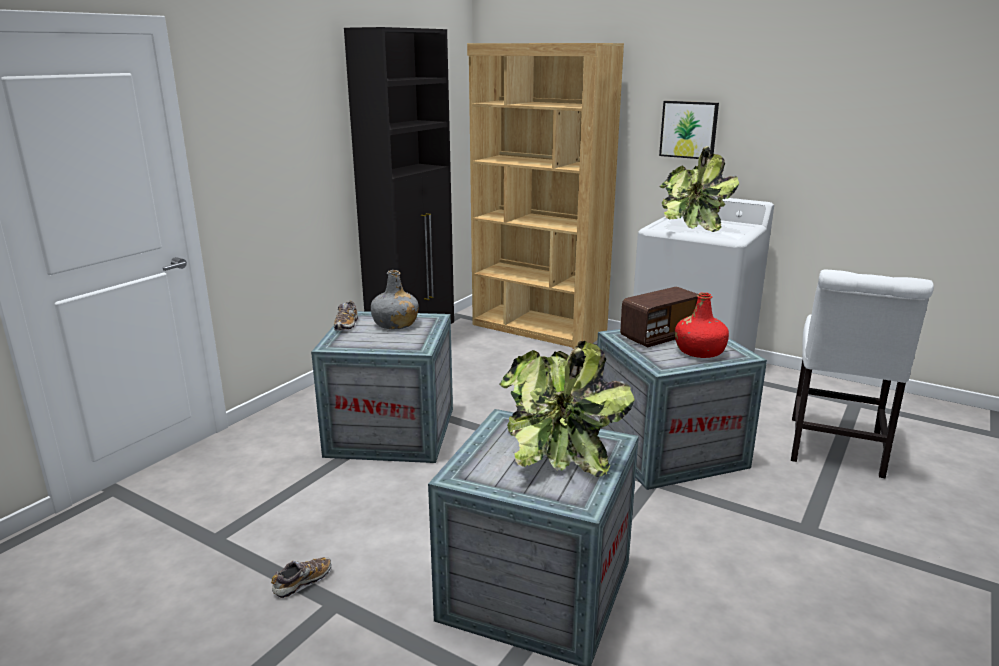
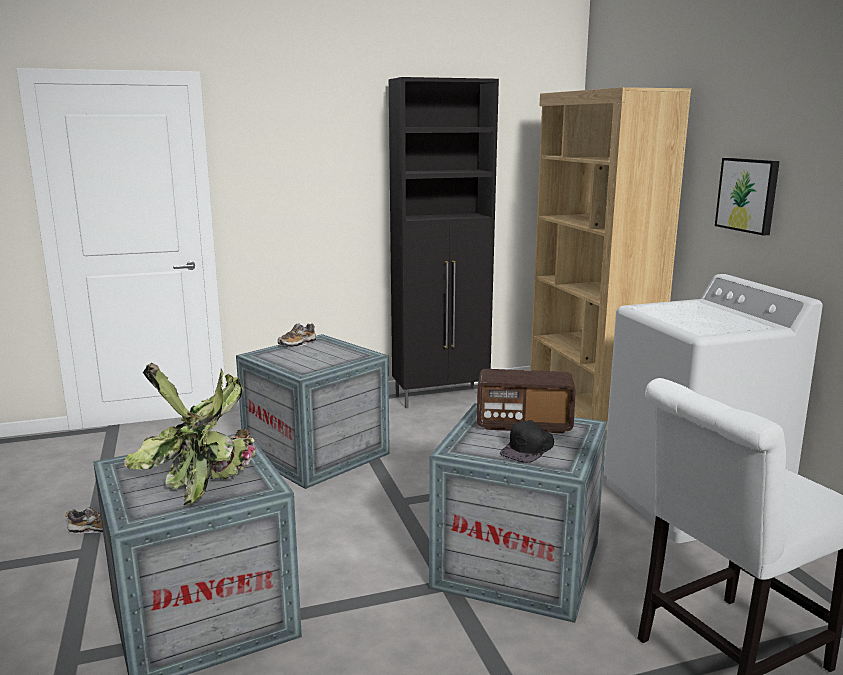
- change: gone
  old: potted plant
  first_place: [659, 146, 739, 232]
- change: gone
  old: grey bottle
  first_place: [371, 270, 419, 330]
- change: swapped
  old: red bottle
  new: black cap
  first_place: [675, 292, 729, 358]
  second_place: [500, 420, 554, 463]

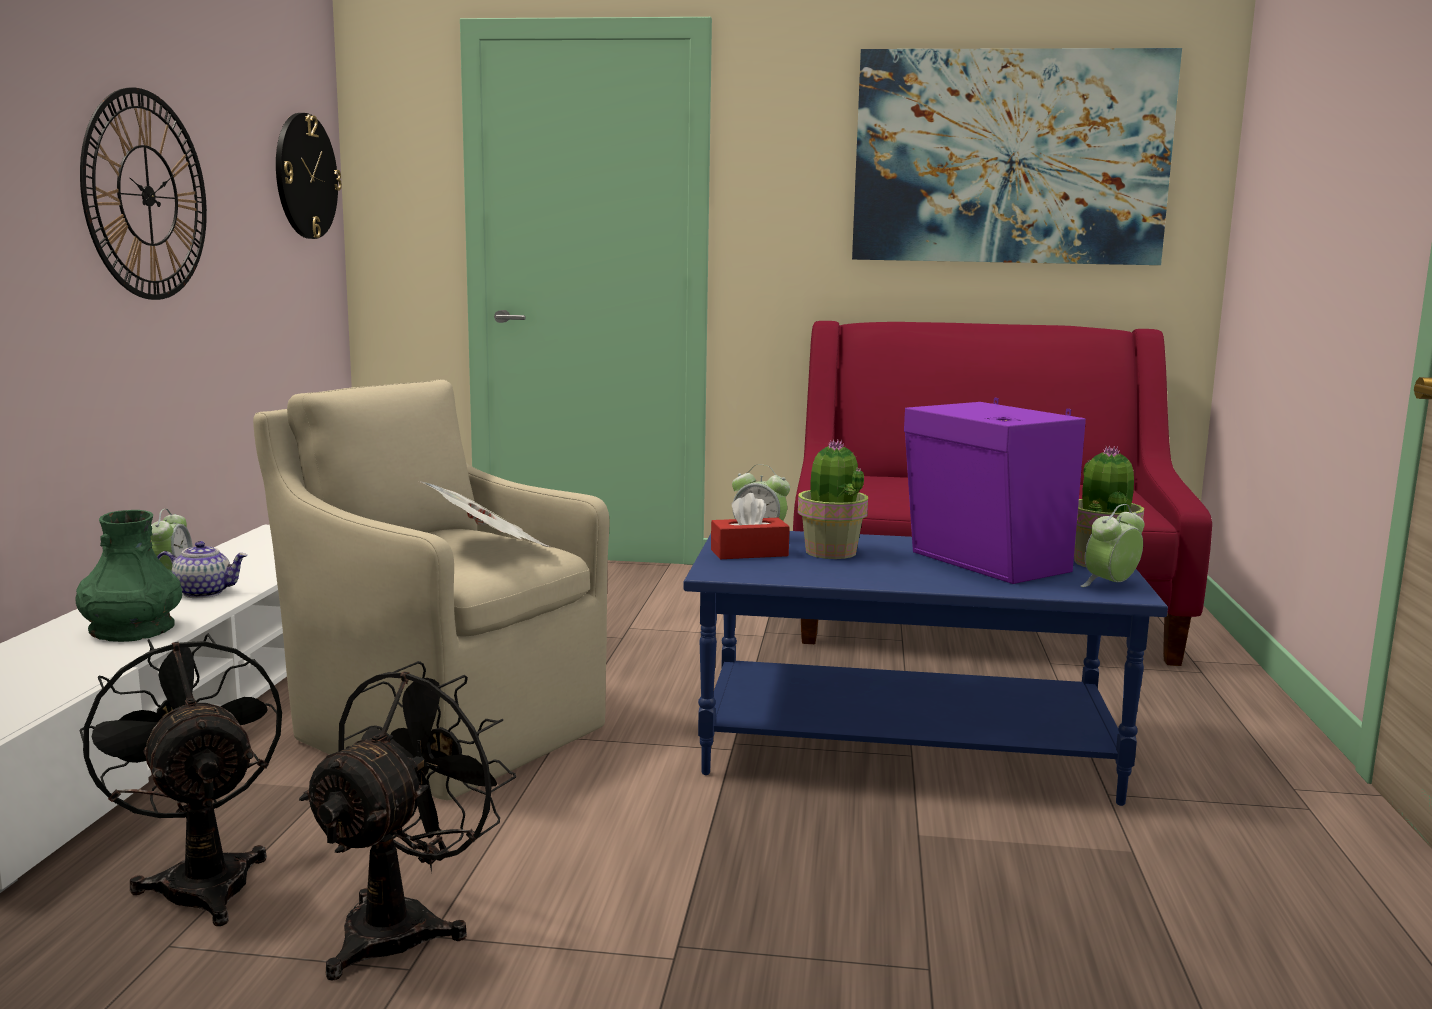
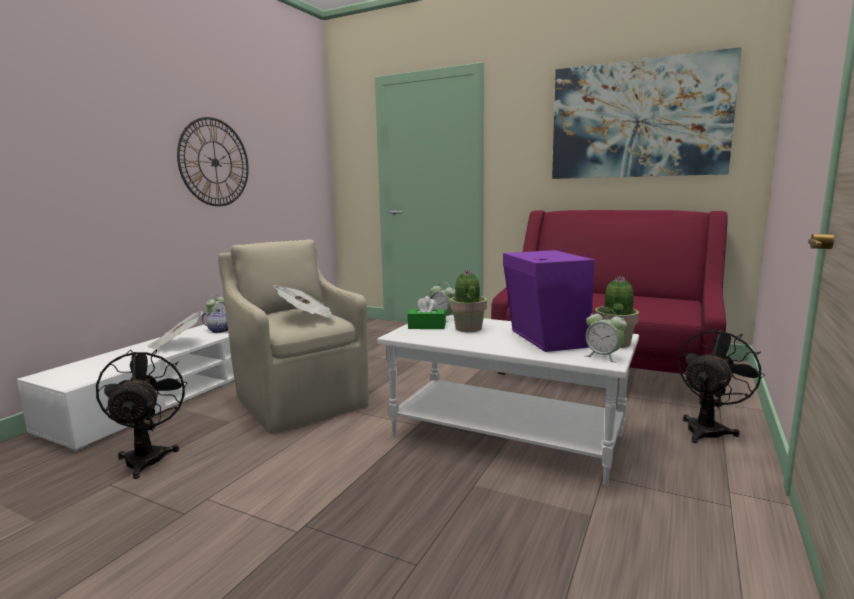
- change: gone
  old: wall clock
  first_place: [276, 113, 342, 239]
- change: repainted
  old: red tissue box
  new: green tissue box
  first_place: [711, 493, 790, 559]
  second_place: [407, 296, 446, 329]
- change: rotated
  old: alarm clock
  first_place: [1081, 504, 1144, 587]
  second_place: [584, 309, 627, 363]
  degrees: -120
- change: swapped
  old: green vase
  new: newspaper
  first_place: [76, 510, 182, 642]
  second_place: [147, 311, 204, 350]
- change: repainted
  old: blue coffee table
  new: white coffee table
  first_place: [684, 531, 1168, 806]
  second_place: [377, 315, 639, 486]
- change: shifted
  old: black fan
  first_place: [299, 661, 516, 981]
  second_place: [678, 328, 765, 443]

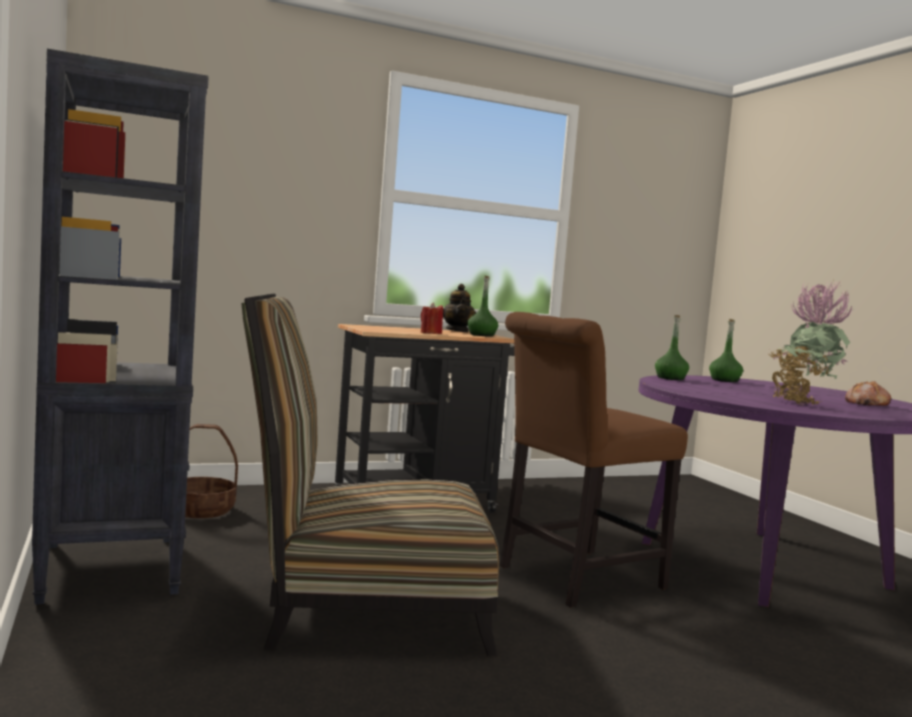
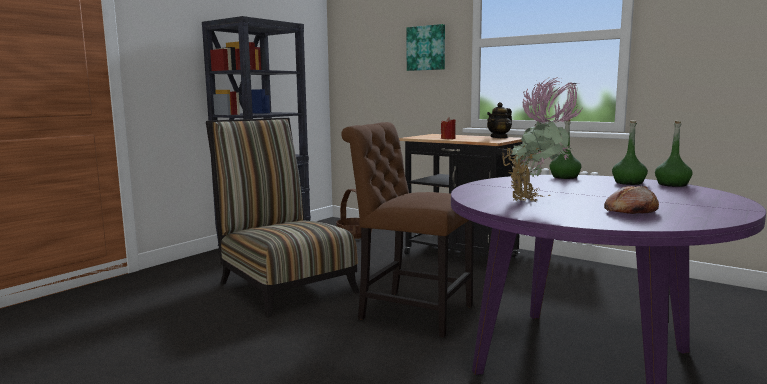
- change: shifted
  old: green bottle
  first_place: [467, 275, 498, 337]
  second_place: [655, 121, 693, 187]
- change: new
  new: picture
  second_place: [407, 24, 445, 71]

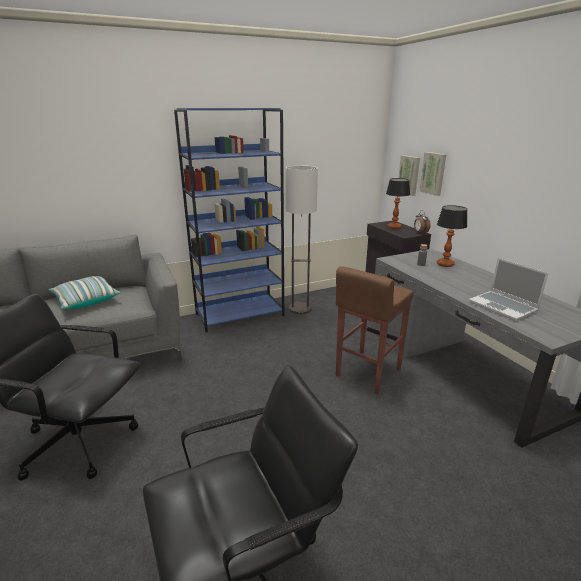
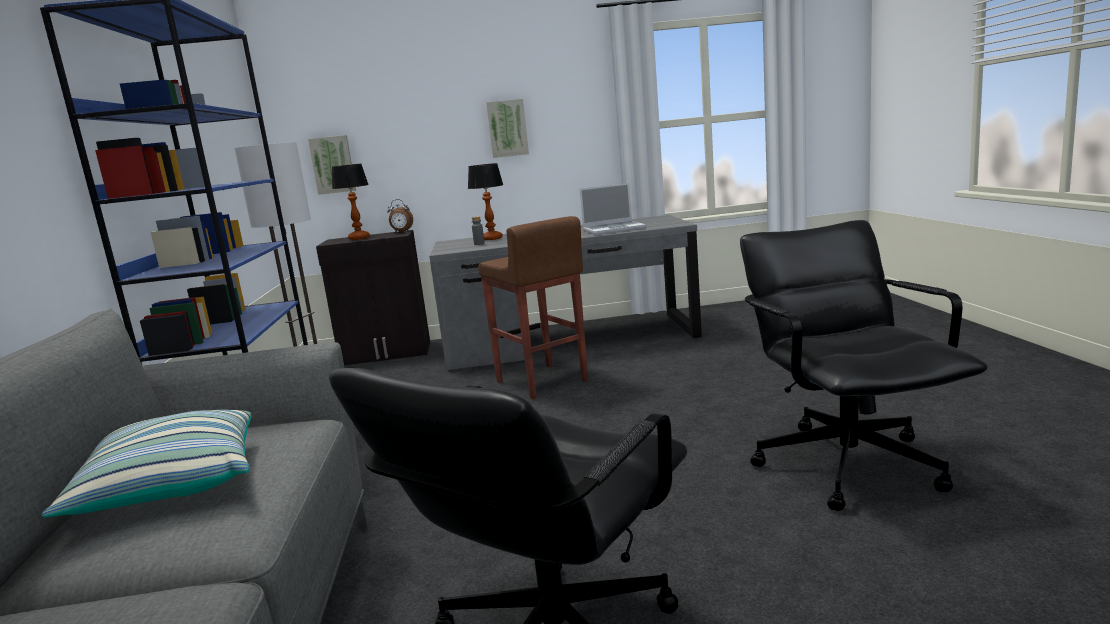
- change: shifted
  old: picture
  first_place: [419, 152, 446, 196]
  second_place: [486, 99, 529, 158]

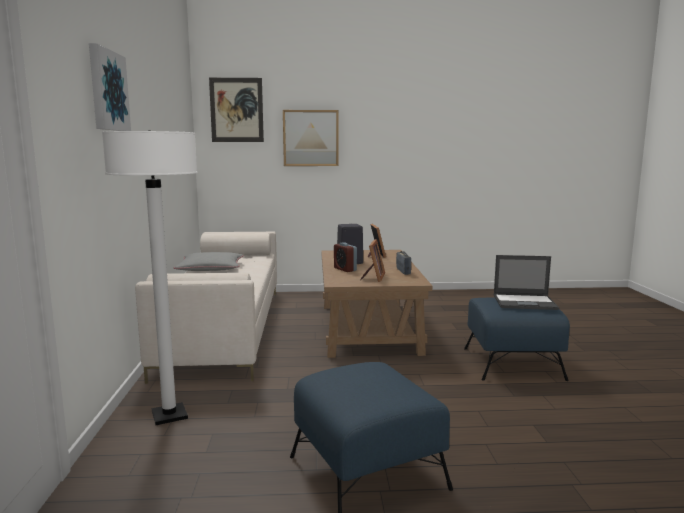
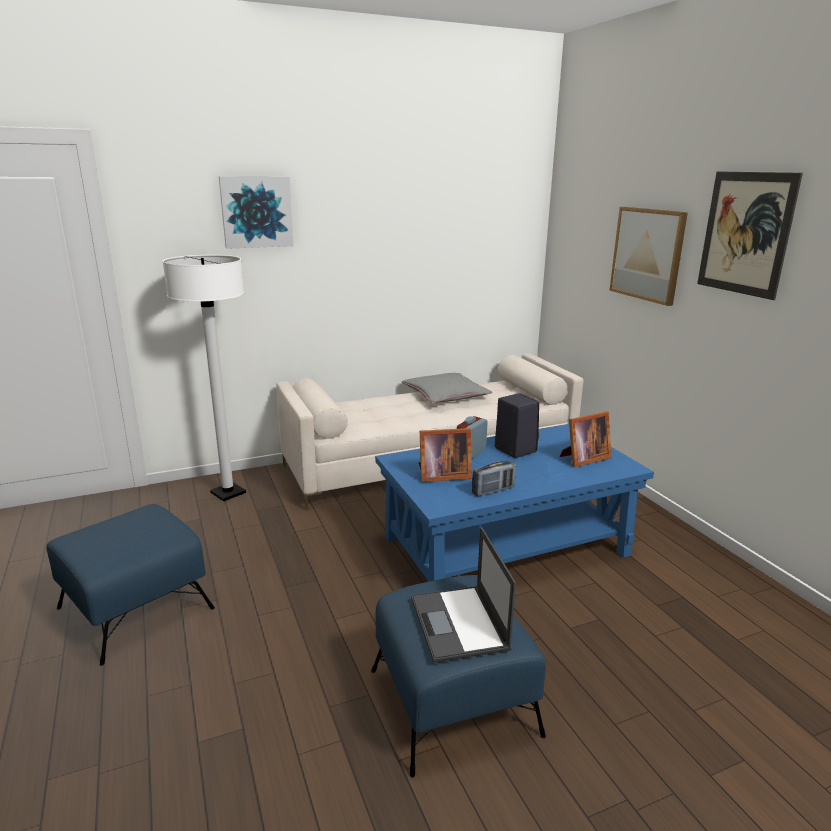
- change: shifted
  old: picture
  first_place: [209, 78, 264, 142]
  second_place: [697, 171, 803, 300]
- change: repainted
  old: brown coffee table
  new: blue coffee table
  first_place: [321, 250, 432, 358]
  second_place: [375, 424, 654, 582]

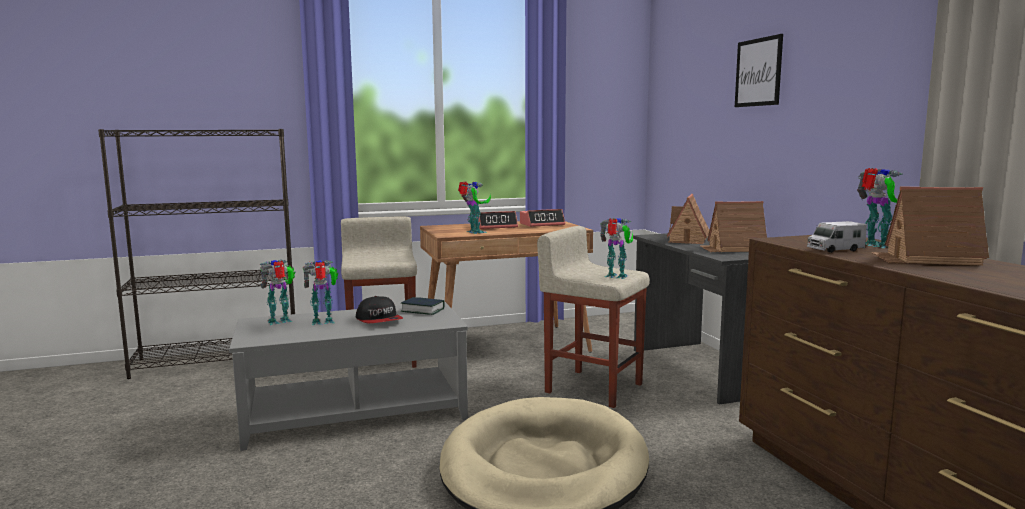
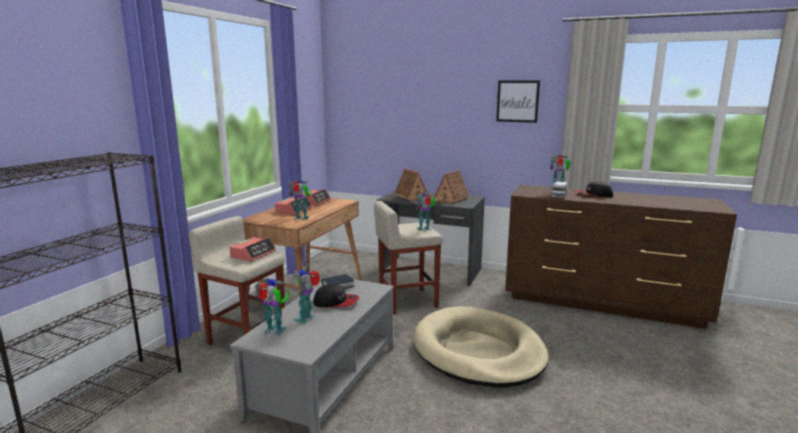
- change: shifted
  old: picture
  first_place: [735, 34, 783, 107]
  second_place: [496, 81, 540, 123]
- change: swapped
  old: toy house
  new: cap
  first_place: [871, 186, 989, 266]
  second_place: [576, 181, 613, 197]
- change: rotated
  old: toy robot
  first_place: [260, 259, 295, 325]
  second_place: [255, 278, 289, 336]
  degrees: 105
- change: new
  new: alarm clock
  second_place: [229, 237, 276, 261]

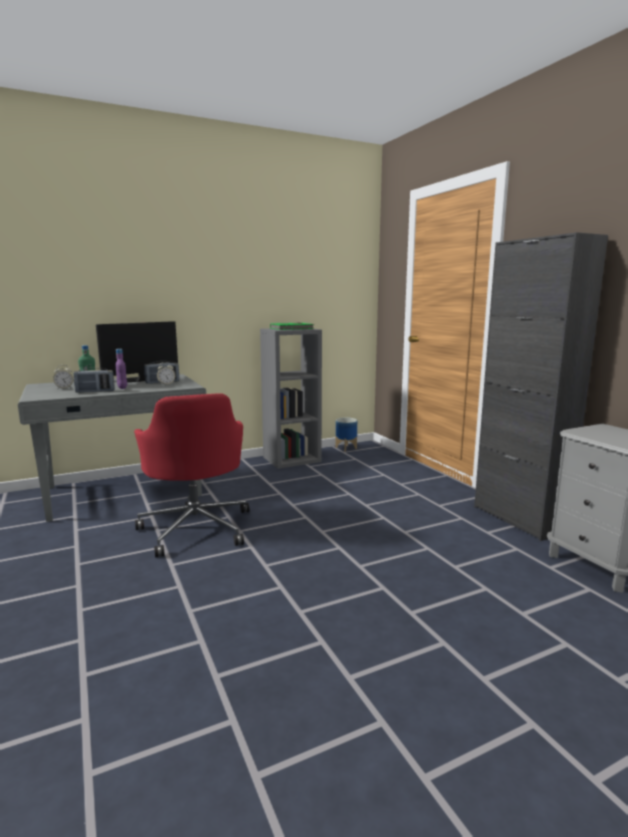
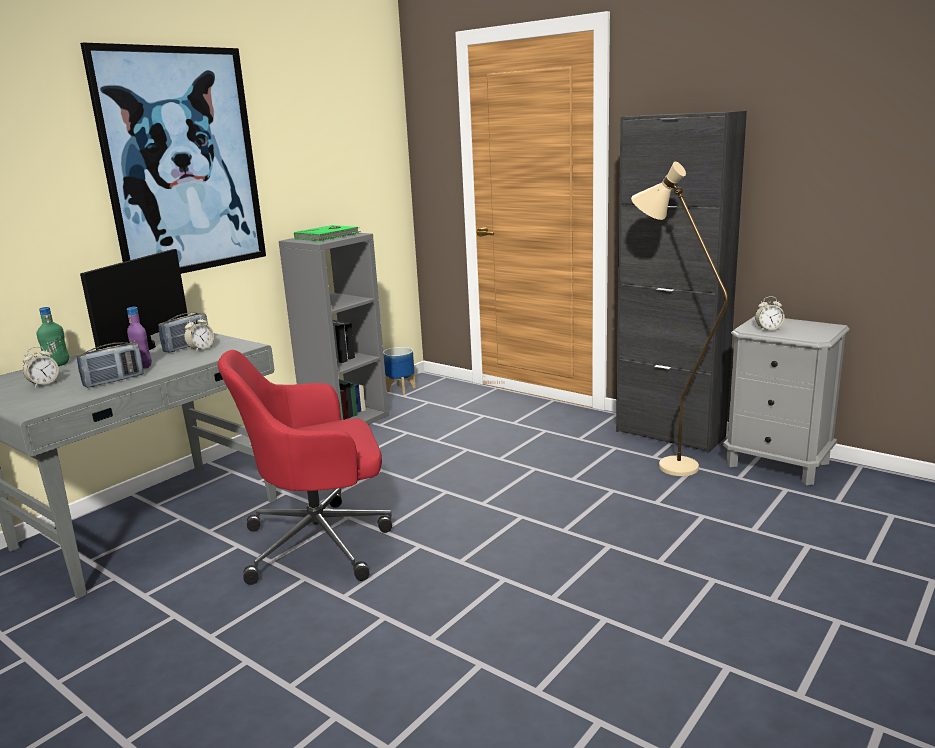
- change: rotated
  old: red office chair
  first_place: [134, 393, 249, 557]
  second_place: [218, 350, 392, 585]
  degrees: 120
- change: new
  new: picture
  second_place: [80, 43, 266, 274]
- change: new
  new: beige floor lamp
  second_place: [631, 162, 728, 476]
- change: new
  new: alarm clock
  second_place: [755, 296, 785, 331]

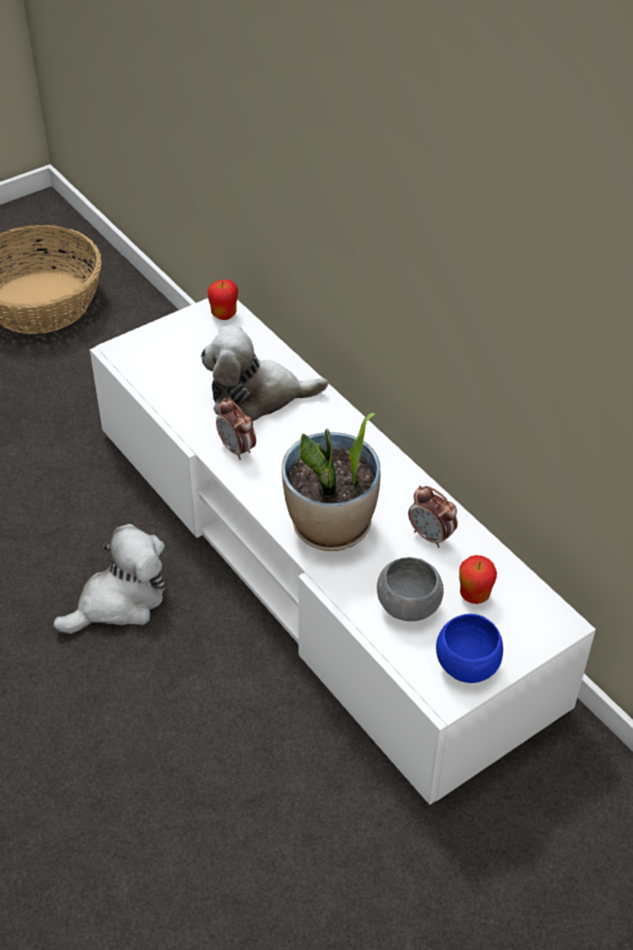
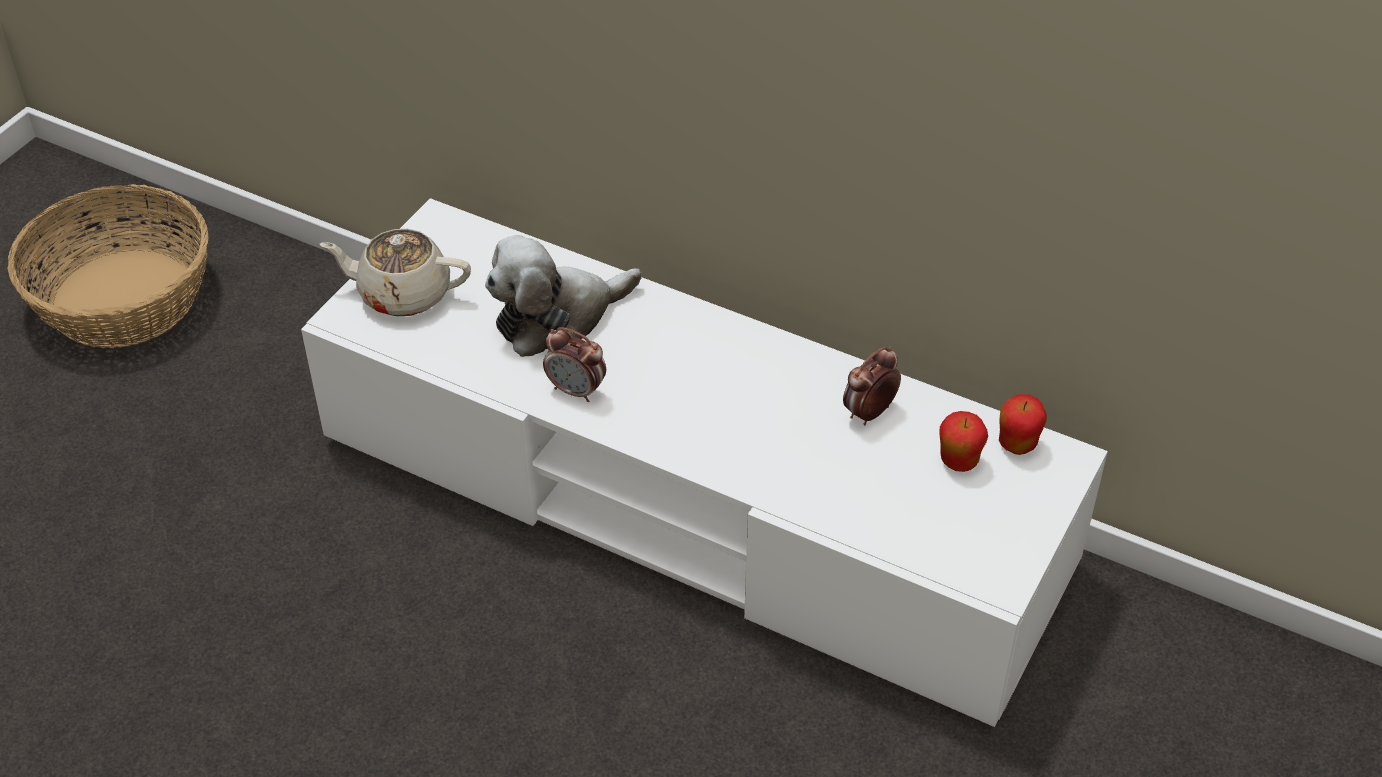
- change: shifted
  old: apple
  first_place: [207, 279, 238, 320]
  second_place: [999, 394, 1047, 455]
- change: gone
  old: potted plant
  first_place: [281, 413, 380, 551]
- change: rotated
  old: alarm clock
  first_place: [408, 486, 458, 548]
  second_place: [843, 346, 901, 425]
  degrees: 120
- change: gone
  old: plush toy
  first_place: [53, 524, 166, 634]
- change: gone
  old: grey bowl
  first_place: [377, 557, 444, 621]
- change: gone
  old: blue bowl
  first_place: [436, 614, 503, 683]
- change: new
  new: beige teapot
  second_place: [320, 229, 471, 316]

